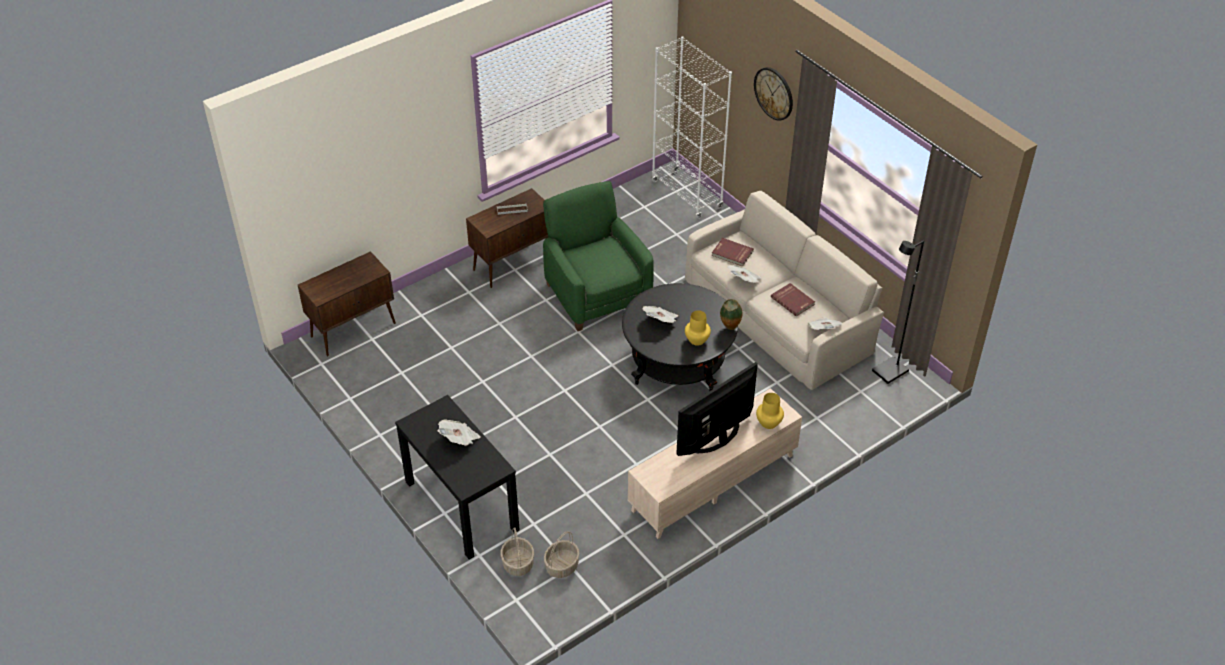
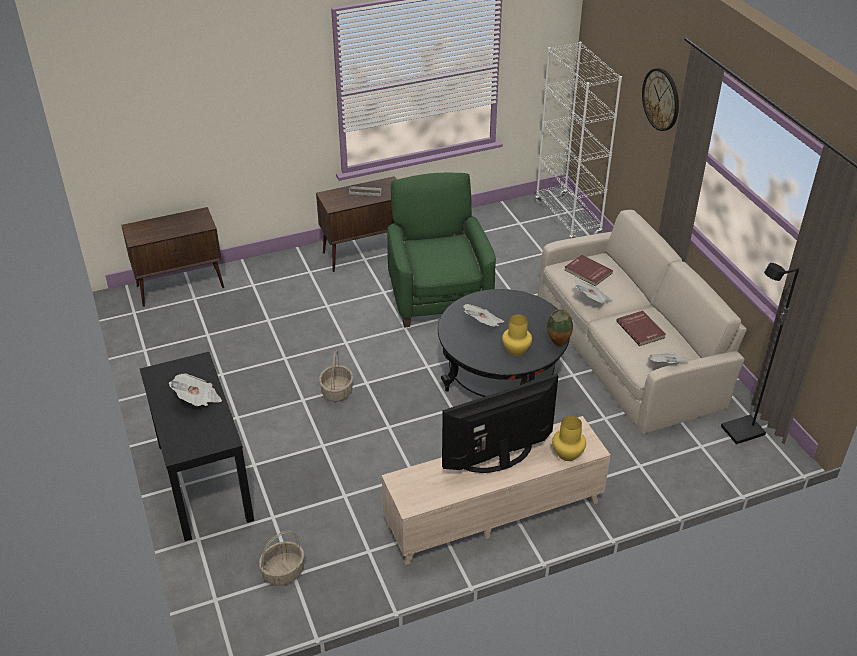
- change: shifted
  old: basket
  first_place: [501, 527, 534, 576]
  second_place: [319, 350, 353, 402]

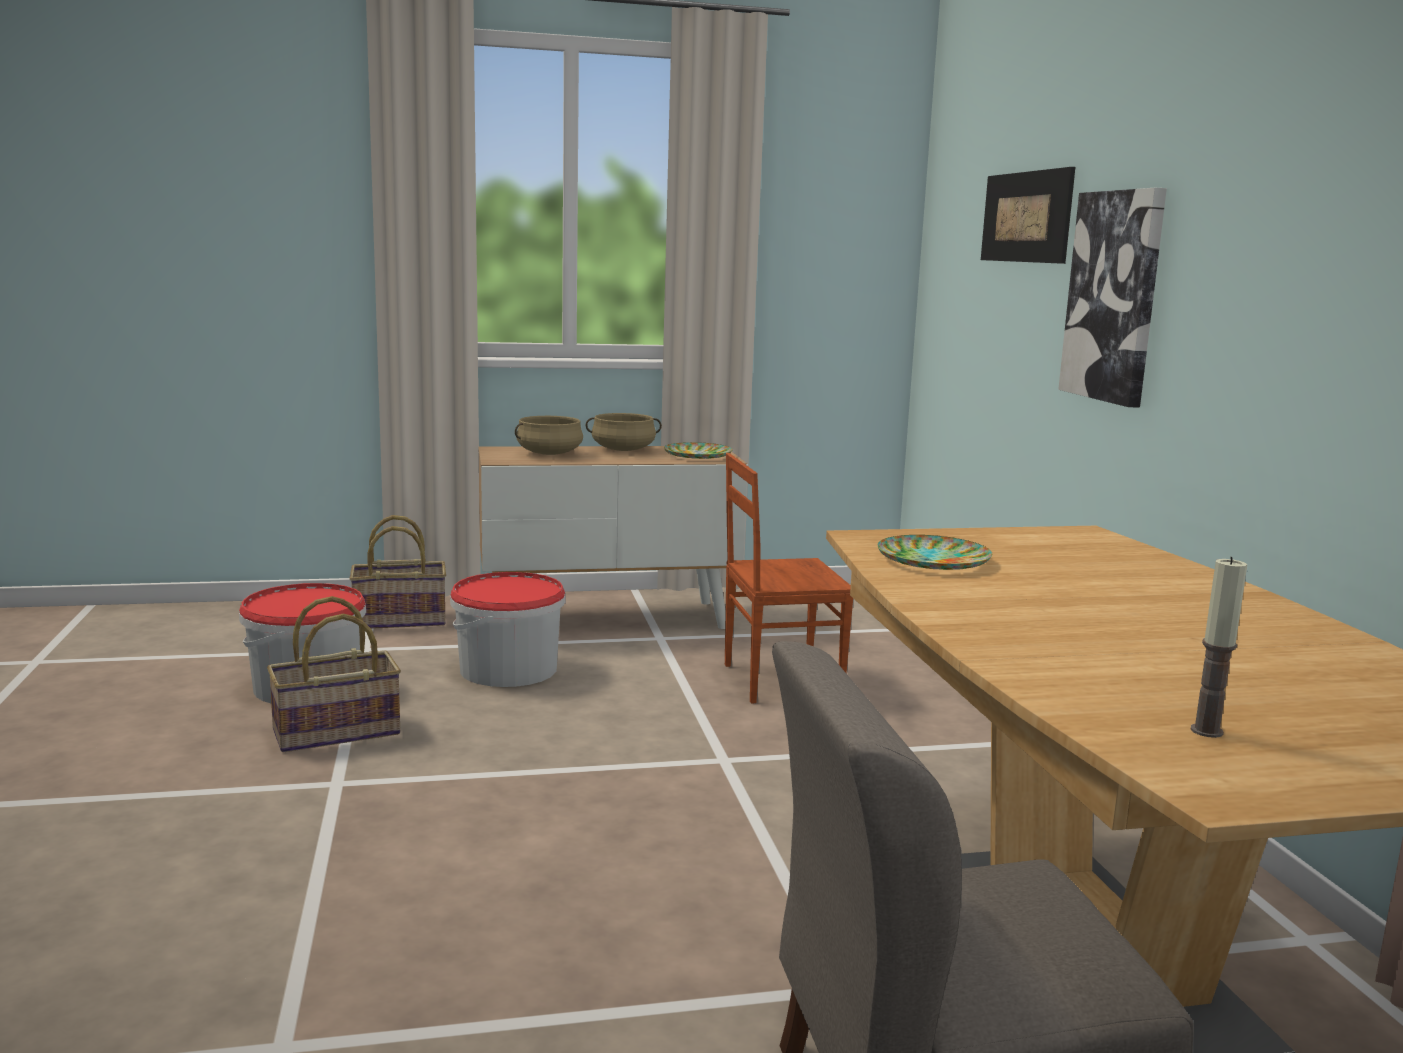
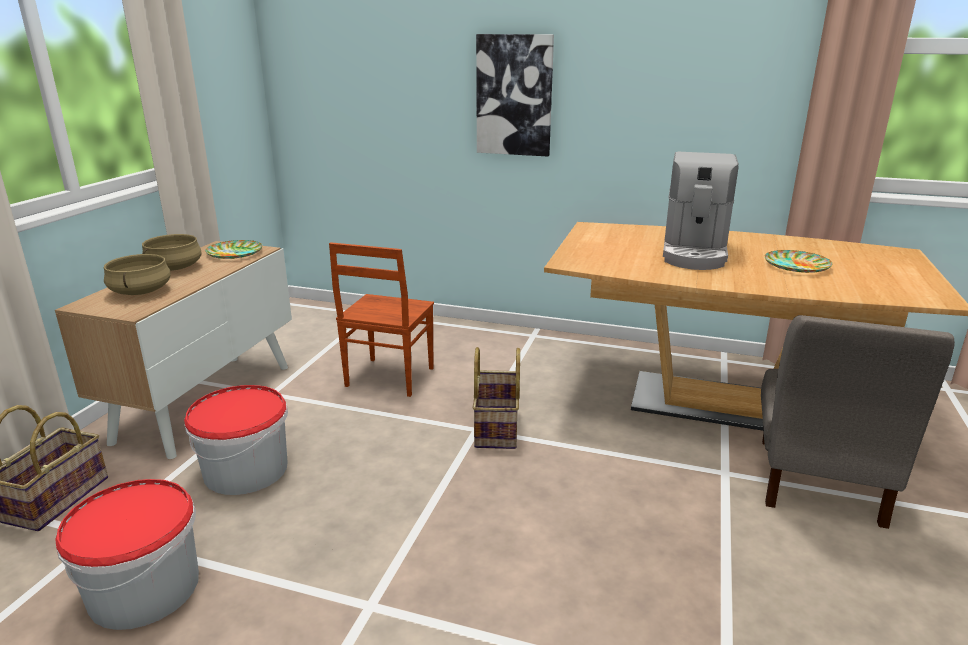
- change: gone
  old: picture
  first_place: [981, 167, 1075, 264]
- change: shifted
  old: plate
  first_place: [877, 535, 992, 570]
  second_place: [765, 250, 832, 273]
- change: gone
  old: candle
  first_place: [1190, 557, 1247, 738]
- change: shifted
  old: basket
  first_place: [267, 596, 401, 752]
  second_place: [472, 347, 520, 449]
- change: new
  new: coffee machine
  second_place: [663, 152, 739, 270]

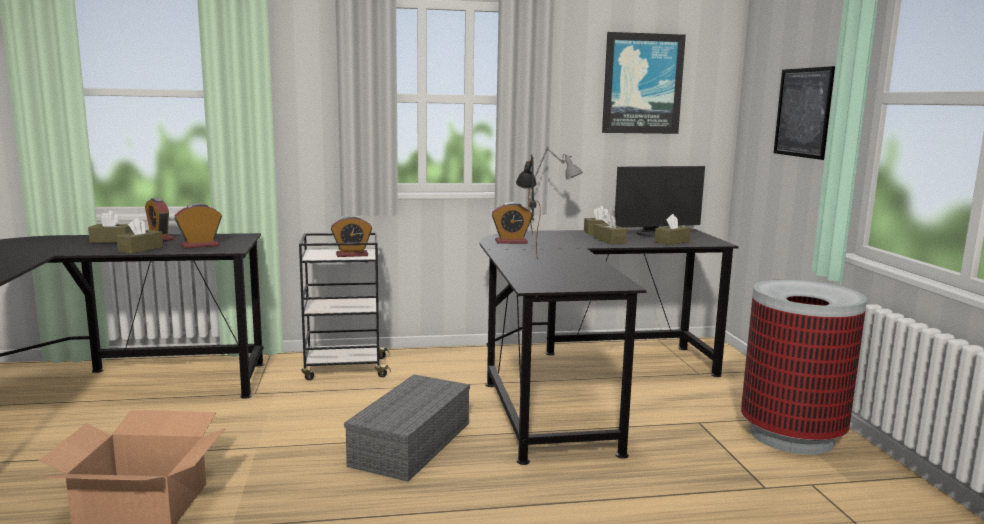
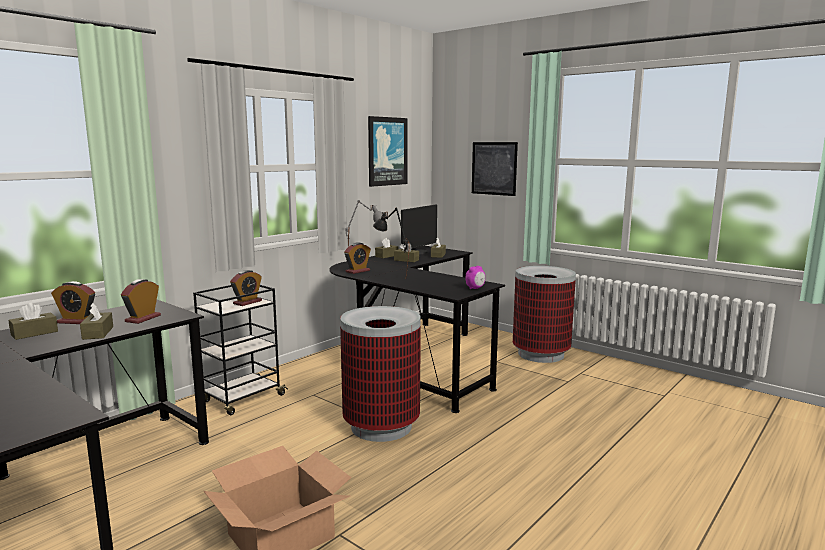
- change: swapped
  old: grey storage box
  new: trash can
  first_place: [344, 375, 470, 482]
  second_place: [340, 306, 421, 442]
- change: new
  new: alarm clock
  second_place: [465, 266, 485, 289]

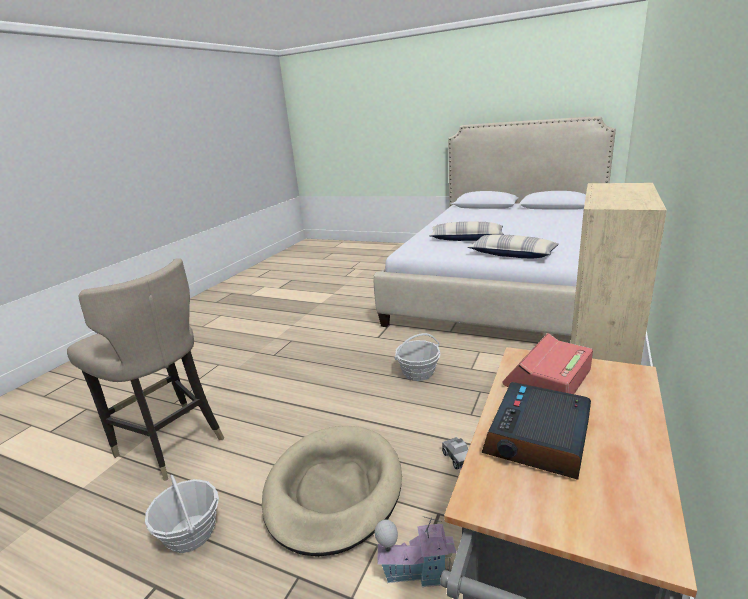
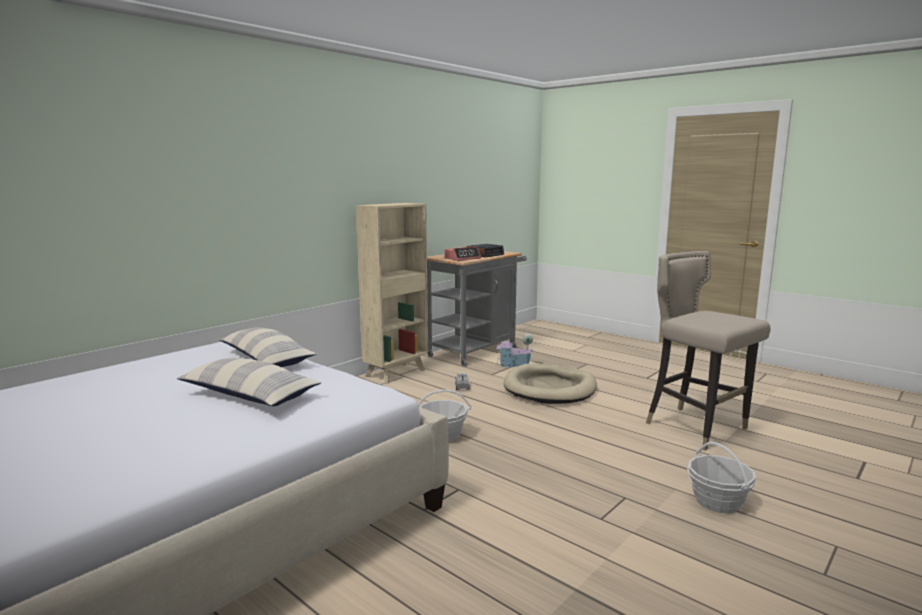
- change: shifted
  old: basket
  first_place: [145, 475, 219, 553]
  second_place: [687, 442, 756, 514]

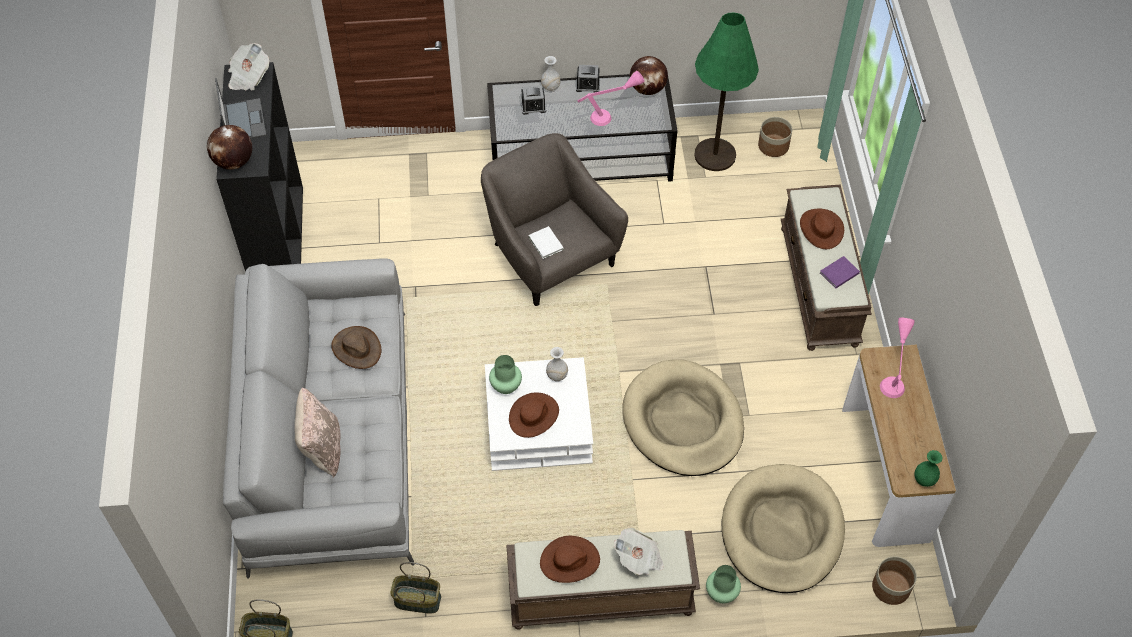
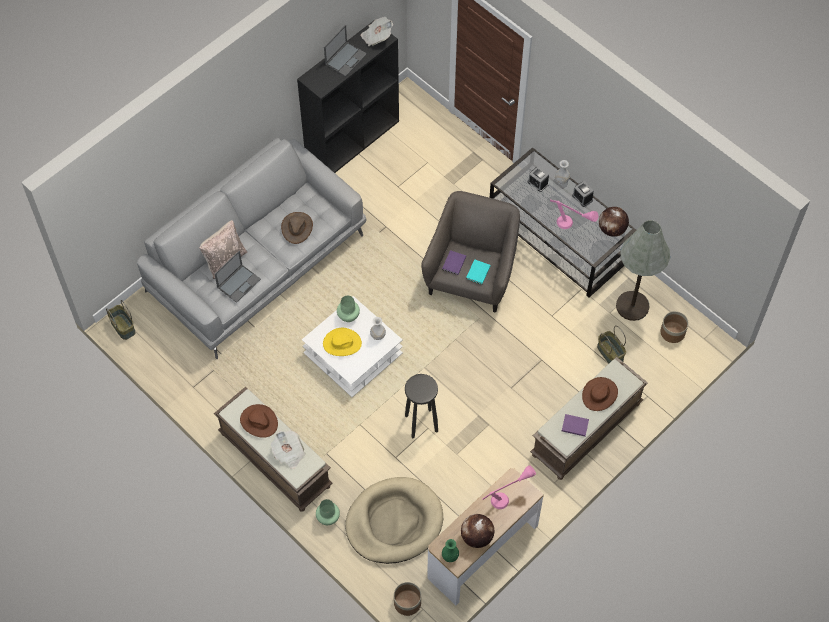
- change: repainted
  old: green floor lamp
  new: grey floor lamp
  first_place: [694, 12, 759, 171]
  second_place: [616, 220, 670, 321]
- change: shifted
  old: globe
  first_place: [207, 125, 252, 170]
  second_place: [461, 514, 494, 548]
- change: repainted
  old: white book
  new: purple book
  first_place: [528, 226, 564, 259]
  second_place: [442, 250, 466, 275]
- change: swapped
  old: beige dog bed
  new: black stool
  first_place: [622, 360, 744, 476]
  second_place: [405, 374, 438, 439]
- change: repainted
  old: brown hat
  new: yellow hat
  first_place: [509, 392, 559, 438]
  second_place: [323, 328, 362, 356]
- change: shifted
  old: basket
  first_place: [390, 562, 441, 613]
  second_place: [597, 325, 626, 363]
- change: new
  new: laptop
  second_place: [214, 251, 261, 303]
- change: new
  new: turquoise book
  second_place: [466, 259, 490, 284]

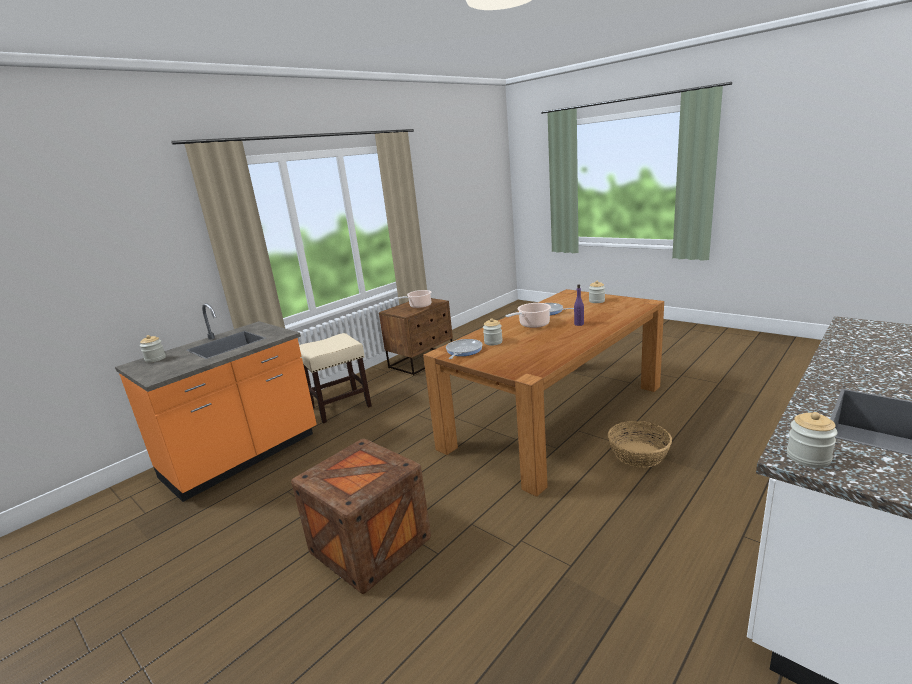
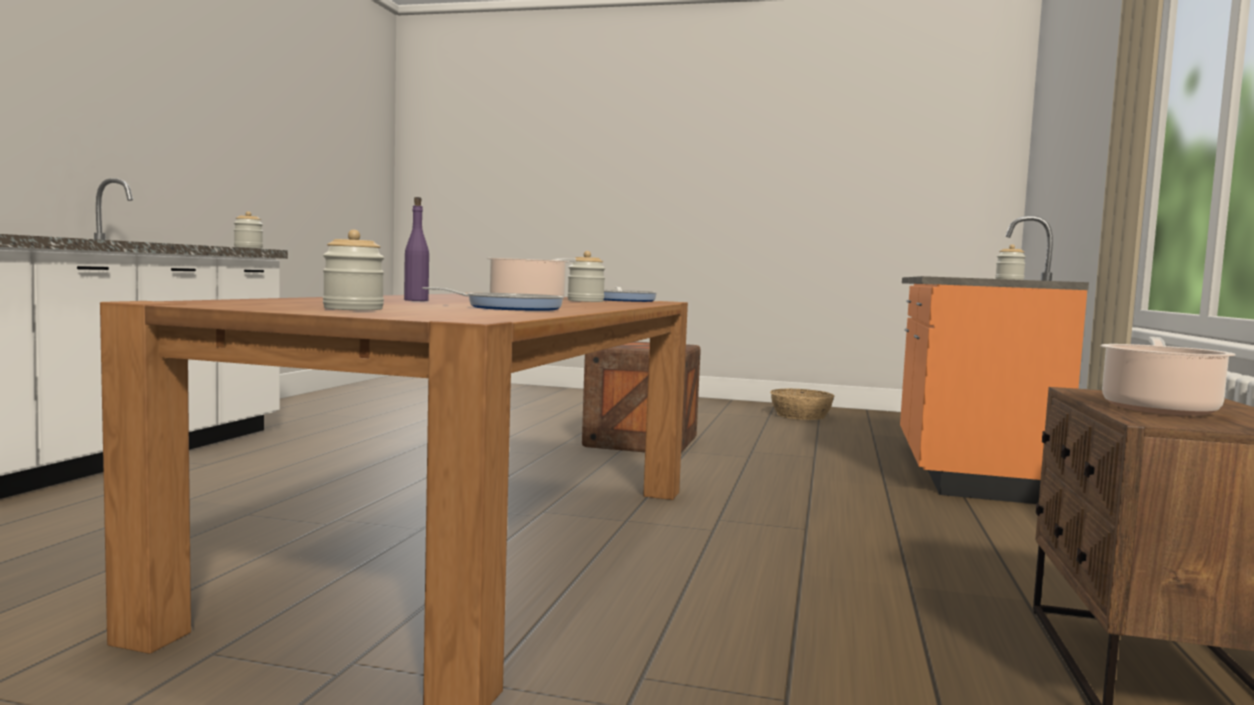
- change: gone
  old: beige stool
  first_place: [299, 333, 372, 424]
- change: shifted
  old: basket
  first_place: [608, 421, 672, 468]
  second_place: [770, 389, 835, 420]

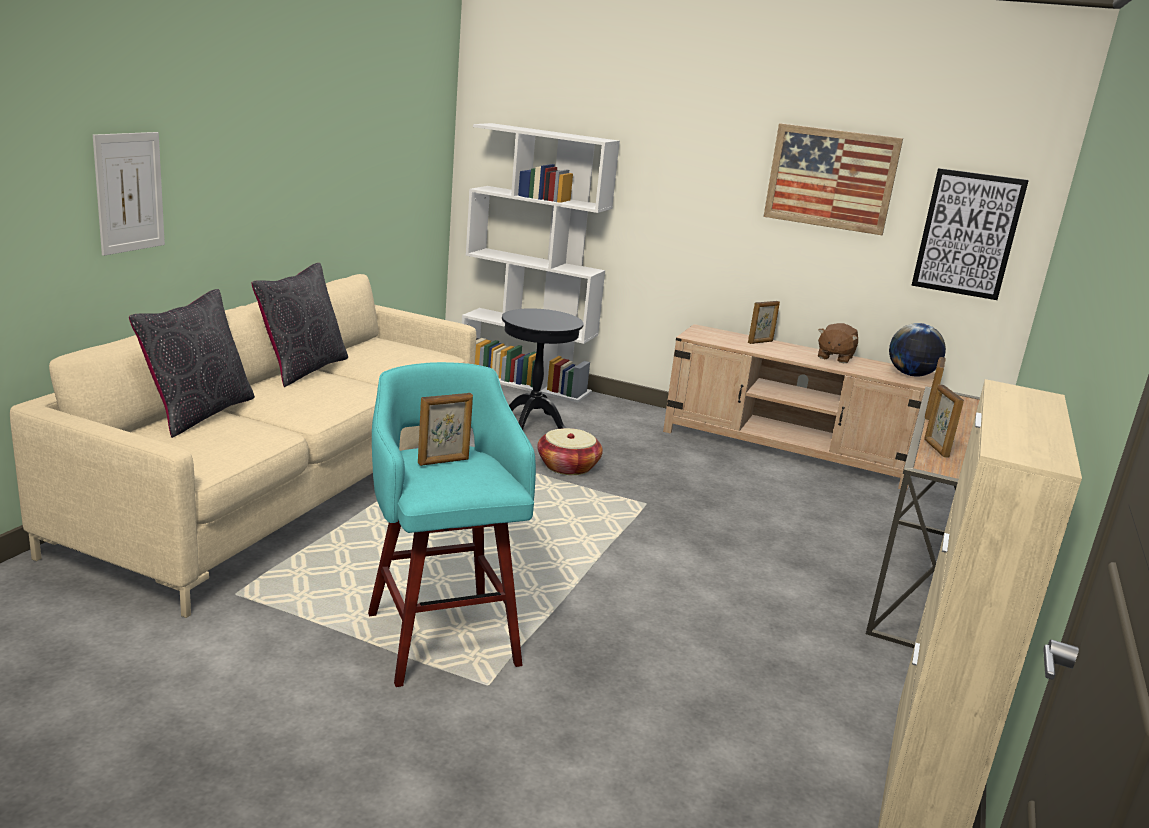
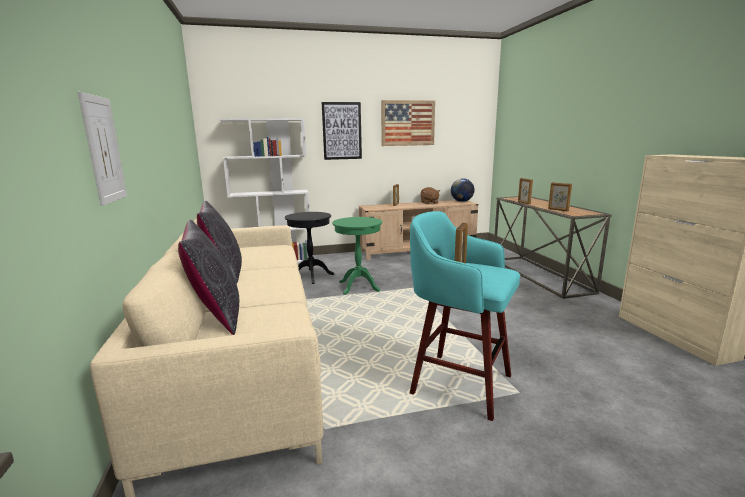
- change: shifted
  old: picture
  first_place: [911, 168, 1029, 300]
  second_place: [322, 102, 362, 160]
- change: swapped
  old: basket
  new: green side table
  first_place: [537, 428, 603, 475]
  second_place: [332, 217, 382, 295]

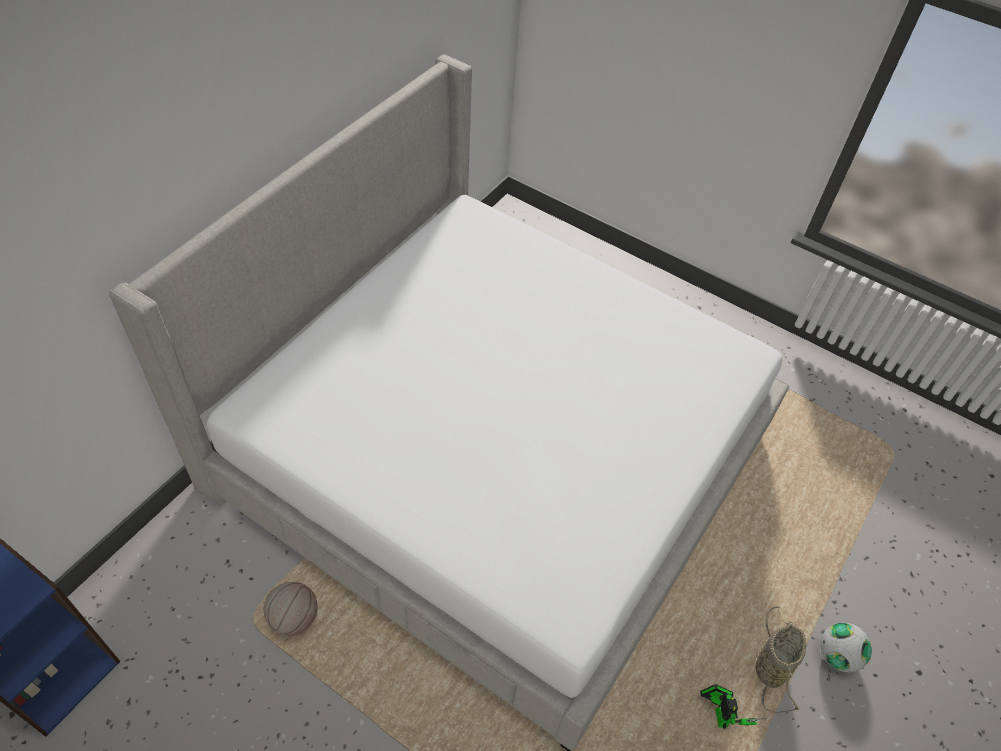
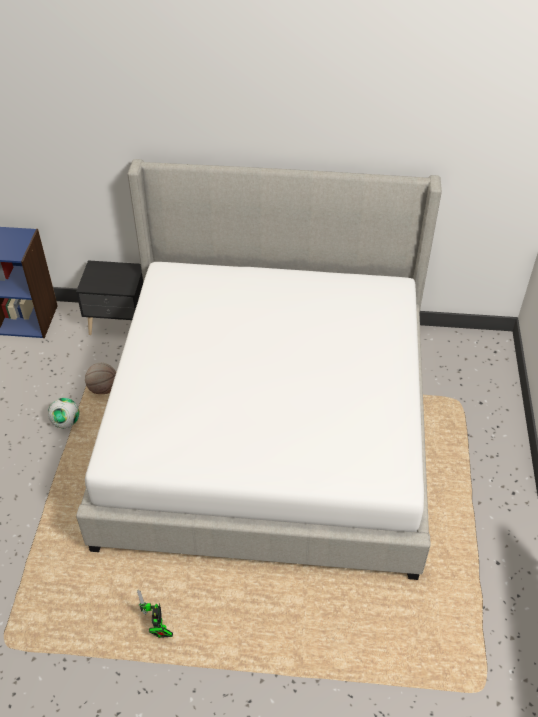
- change: gone
  old: basket
  first_place: [756, 606, 806, 713]
- change: shifted
  old: football
  first_place: [820, 623, 872, 672]
  second_place: [48, 398, 79, 428]
- change: rotated
  old: toy robot
  first_place: [700, 684, 767, 729]
  second_place: [137, 590, 173, 638]
  degrees: 120
- change: new
  new: black nightstand
  second_place: [76, 260, 143, 335]

